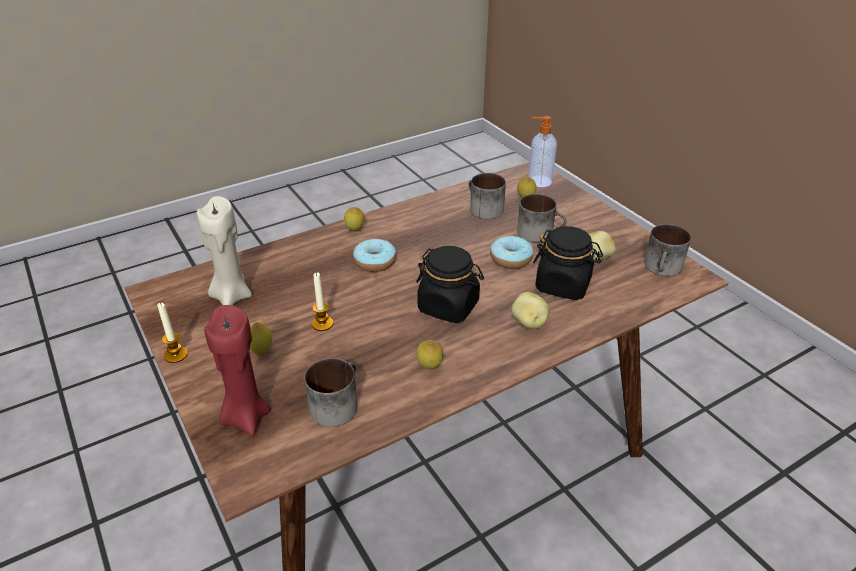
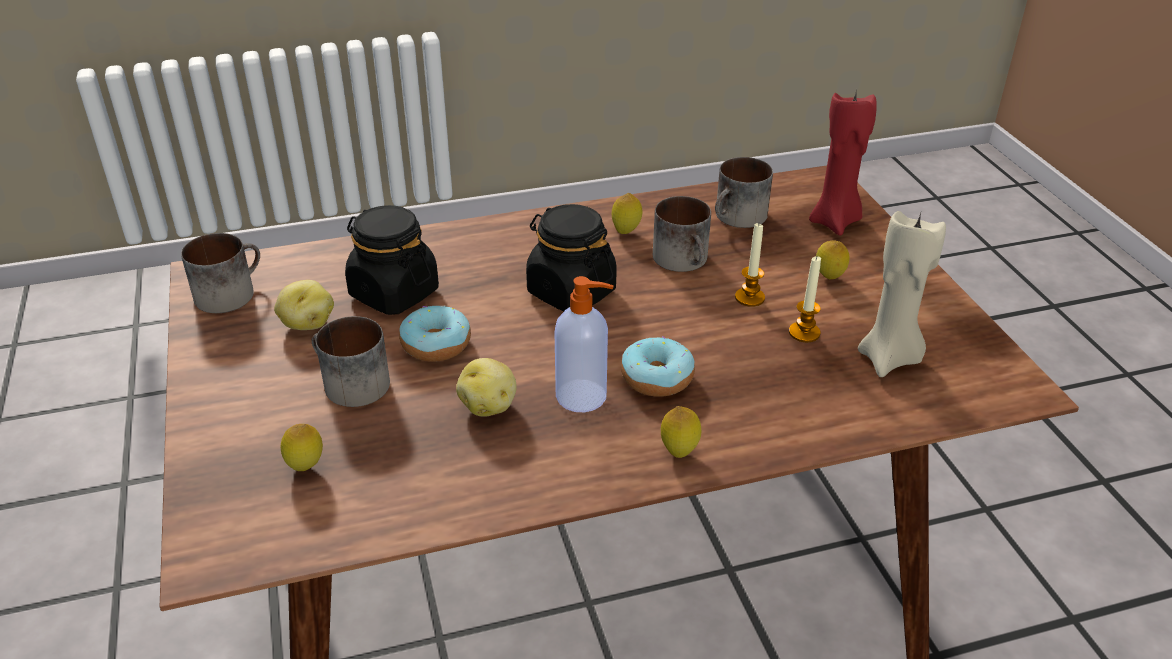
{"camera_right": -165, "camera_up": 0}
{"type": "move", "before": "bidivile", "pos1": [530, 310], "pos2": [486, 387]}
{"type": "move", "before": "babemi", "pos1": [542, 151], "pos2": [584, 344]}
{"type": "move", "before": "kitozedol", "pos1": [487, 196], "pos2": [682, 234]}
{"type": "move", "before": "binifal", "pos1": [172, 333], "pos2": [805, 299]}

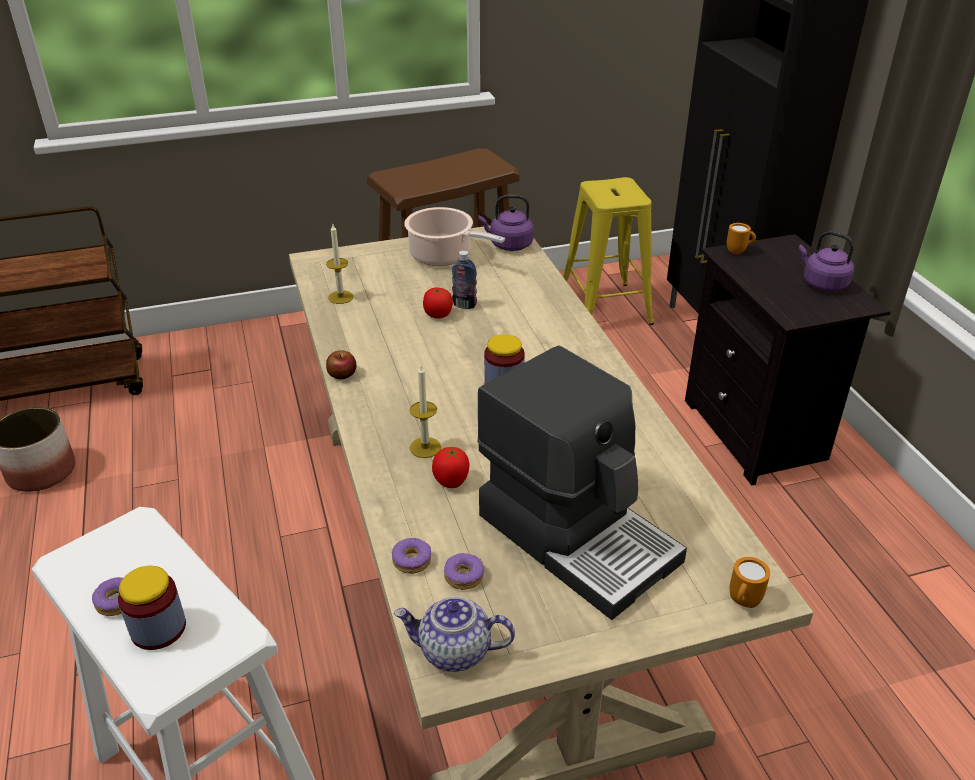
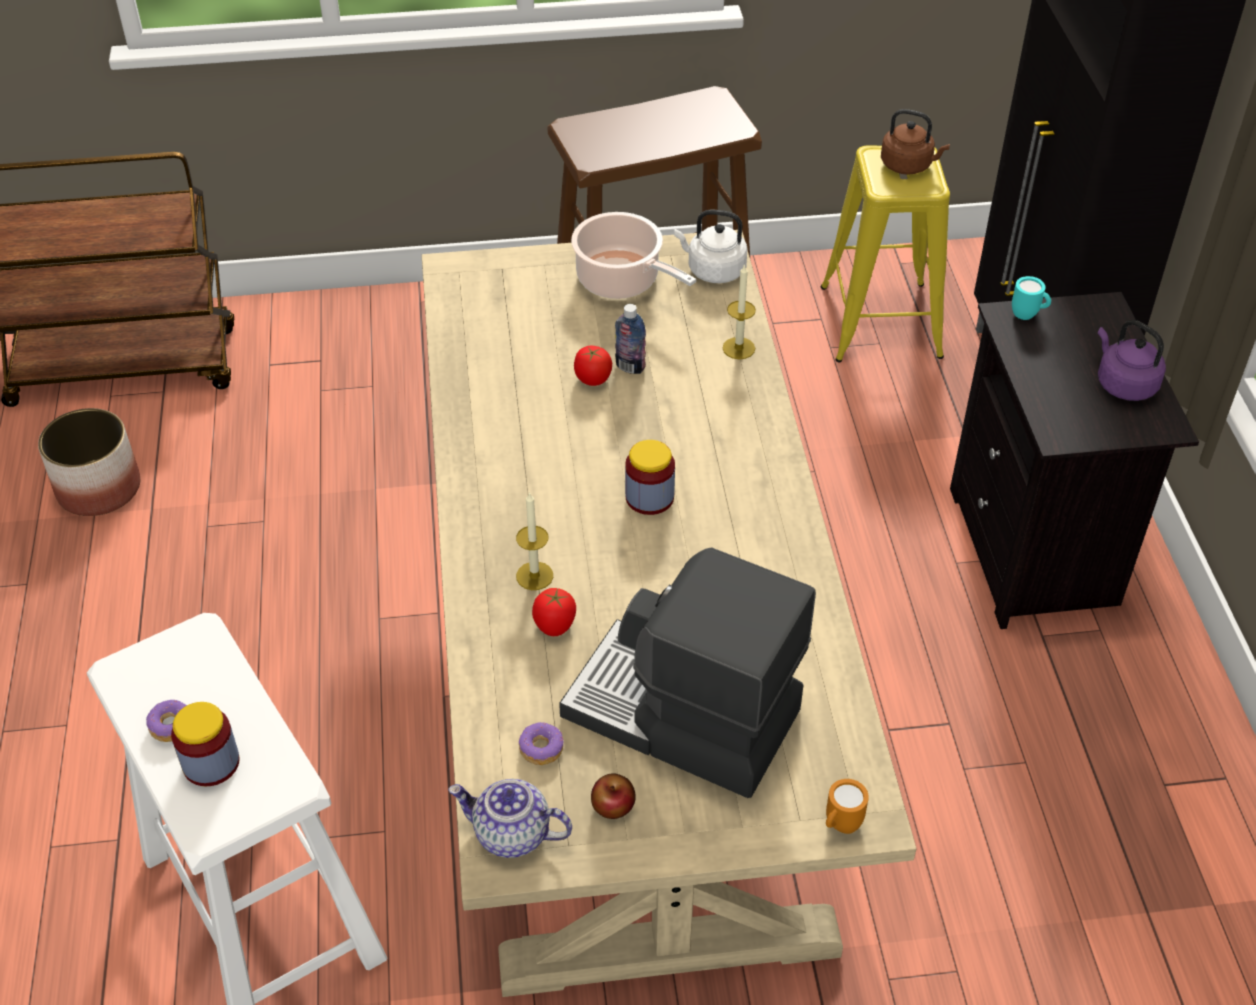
{"camera_right": 10, "camera_up": 10}
{"type": "rotate", "before": "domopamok", "pos1": [582, 482], "pos2": [687, 672], "turn": 150}
{"type": "move", "before": "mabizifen", "pos1": [341, 364], "pos2": [613, 796]}
{"type": "recolor", "before": "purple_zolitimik", "after": "white_zolitimik", "pos1": [506, 223], "pos2": [711, 246]}
{"type": "move", "before": "binifal", "pos1": [340, 264], "pos2": [739, 311]}
{"type": "insert", "after": "brown_zolitimik", "pos2": [915, 142]}
{"type": "recolor", "before": "orange_kitozedol", "after": "turquoise_kitozedol", "pos1": [741, 238], "pos2": [1031, 298]}
{"type": "delete", "before": "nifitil", "pos1": [411, 556]}

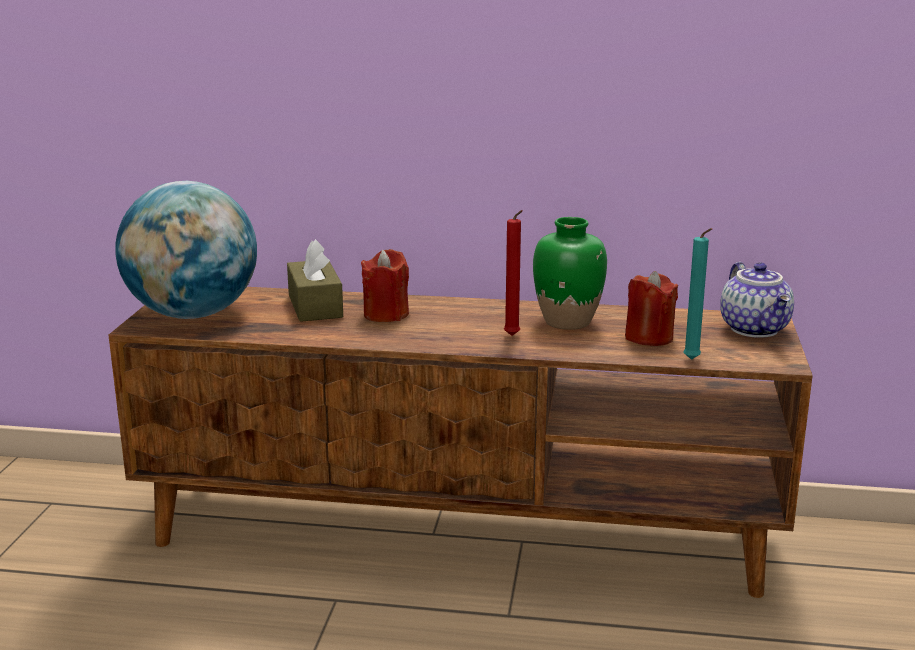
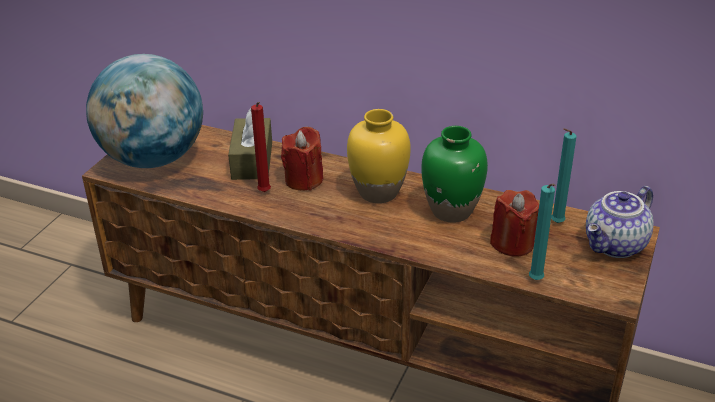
{"camera_right": 15, "camera_up": 15}
{"type": "move", "before": "red_binifal", "pos1": [513, 273], "pos2": [261, 147]}
{"type": "insert", "after": "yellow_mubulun", "pos2": [379, 156]}
{"type": "insert", "after": "turquoise_binifal", "pos2": [564, 175]}
{"type": "rotate", "before": "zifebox", "pos1": [757, 300], "pos2": [620, 222], "turn": 45}

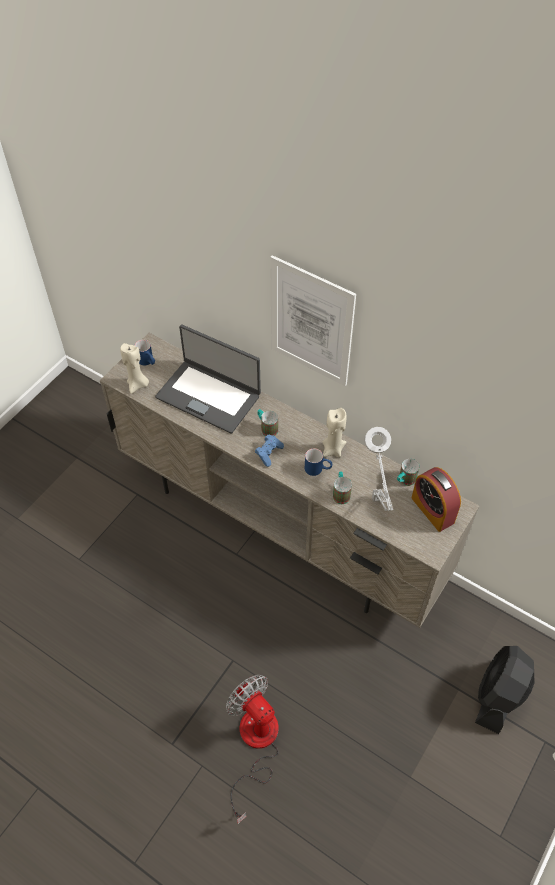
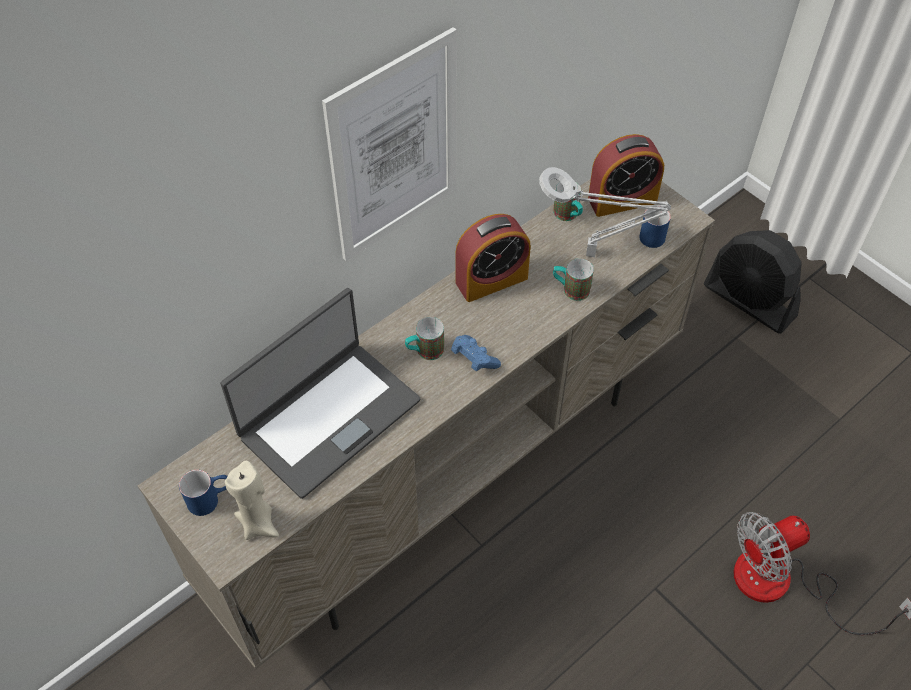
{"camera_right": -75, "camera_up": 0}
{"type": "replace", "before": "beige_binifal", "after": "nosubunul", "pos1": [335, 432], "pos2": [493, 258]}
{"type": "move", "before": "blue_kitozedol", "pos1": [318, 462], "pos2": [655, 228]}

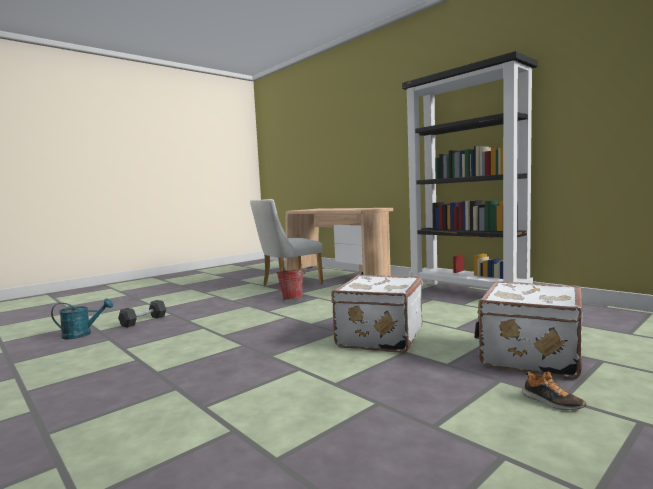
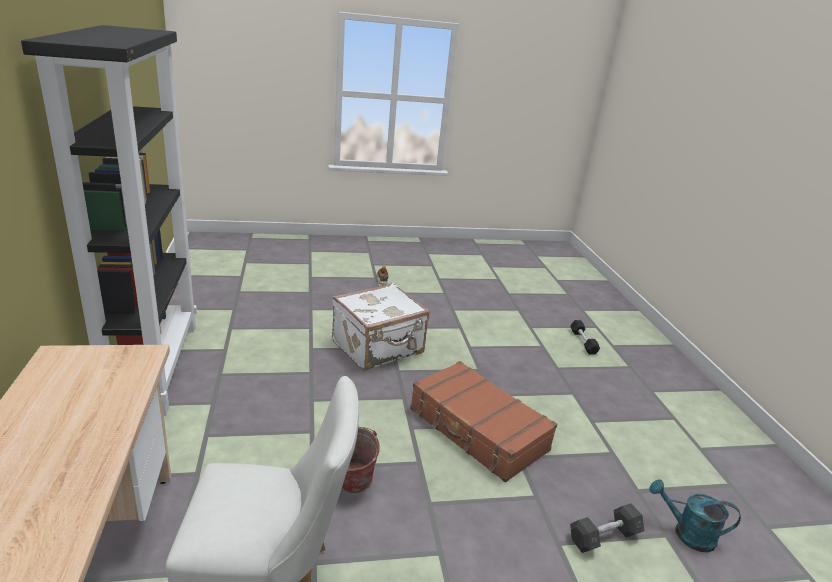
{"camera_right": -150, "camera_up": 20}
{"type": "insert", "after": "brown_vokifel", "pos2": [483, 421]}
{"type": "insert", "after": "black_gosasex", "pos2": [585, 337]}
{"type": "delete", "before": "white_vokifel", "pos1": [528, 330]}

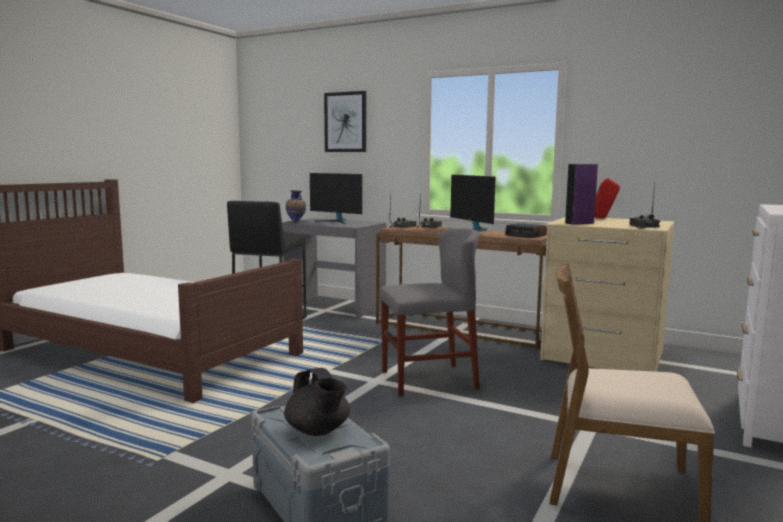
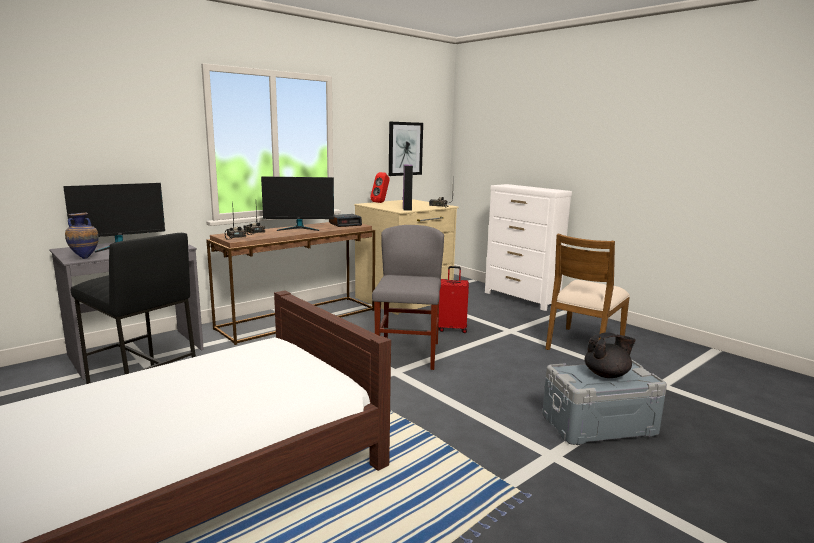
{"camera_right": -70, "camera_up": 5}
{"type": "move", "before": "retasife", "pos1": [345, 121], "pos2": [406, 149]}
{"type": "insert", "after": "red_vokifel", "pos2": [453, 299]}

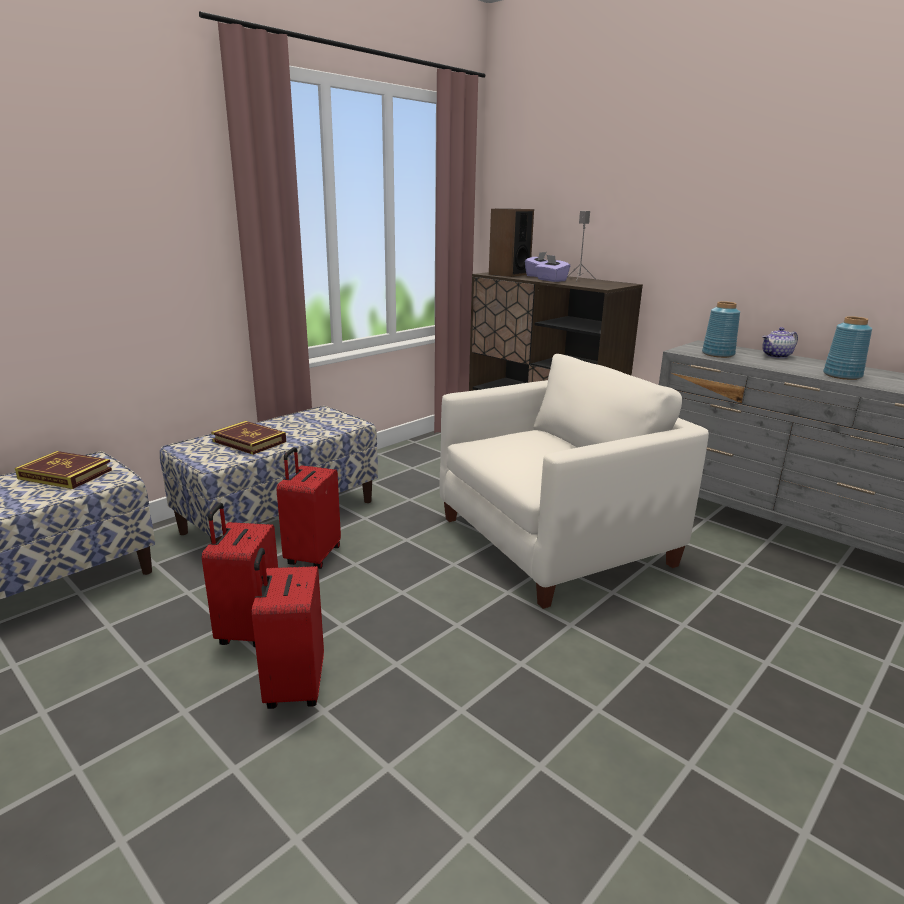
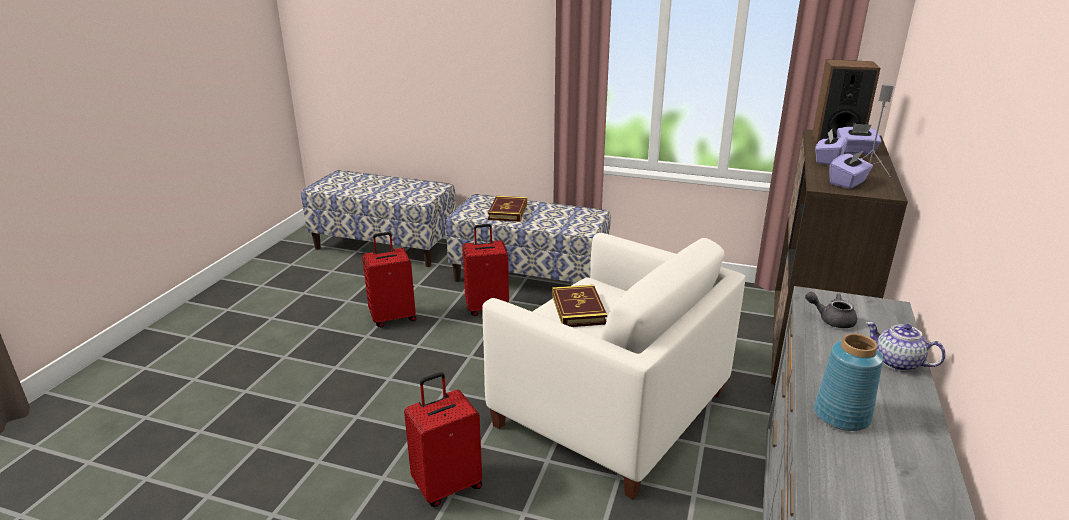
{"camera_right": 65, "camera_up": 5}
{"type": "move", "before": "red_vokifel", "pos1": [288, 628], "pos2": [443, 439]}
{"type": "move", "before": "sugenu", "pos1": [63, 470], "pos2": [579, 306]}
{"type": "replace", "before": "blue_mubulun", "after": "grey_zifebox", "pos1": [721, 329], "pos2": [831, 310]}
{"type": "insert", "after": "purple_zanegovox", "pos2": [851, 170]}

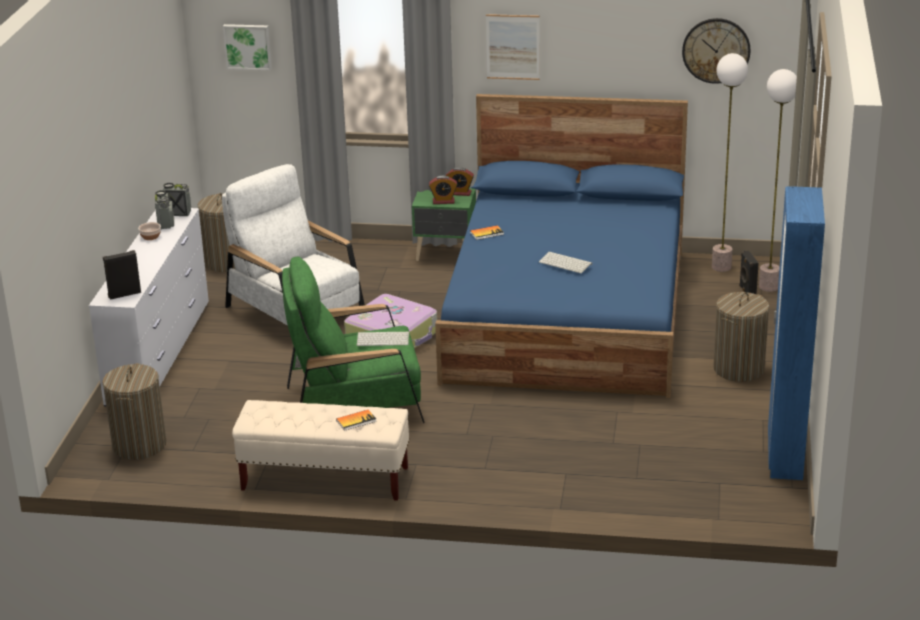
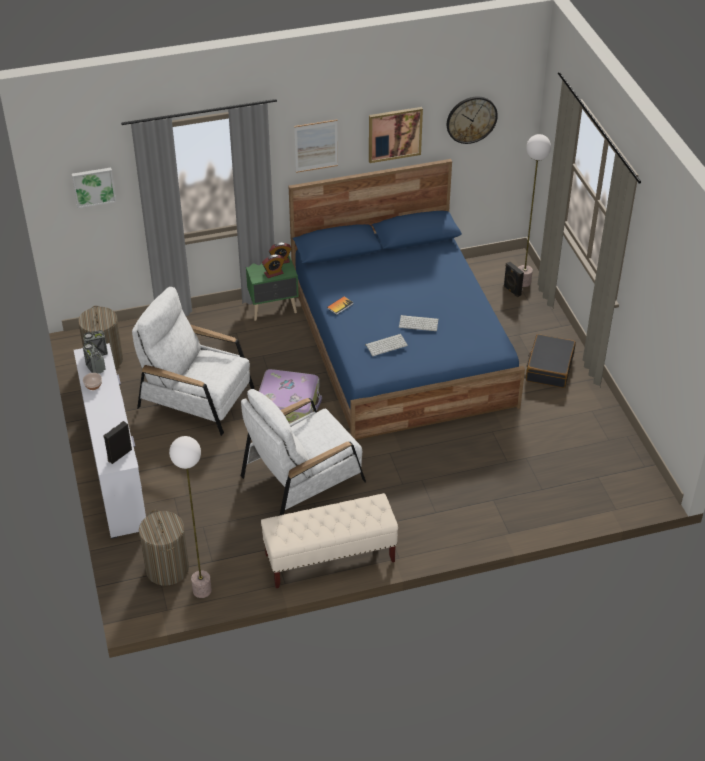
{"camera_right": -25, "camera_up": 15}
{"type": "move", "before": "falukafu", "pos1": [730, 162], "pos2": [190, 517]}
{"type": "recolor", "before": "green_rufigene", "after": "white_rufigene", "pos1": [353, 340], "pos2": [303, 452]}
{"type": "move", "before": "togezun", "pos1": [383, 339], "pos2": [386, 345]}
{"type": "insert", "after": "retasife", "pos2": [396, 135]}
{"type": "replace", "before": "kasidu", "after": "black_vokifel", "pos1": [741, 337], "pos2": [551, 361]}
{"type": "delete", "before": "sugenu", "pos1": [356, 420]}
{"type": "delete", "before": "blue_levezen", "pos1": [796, 333]}

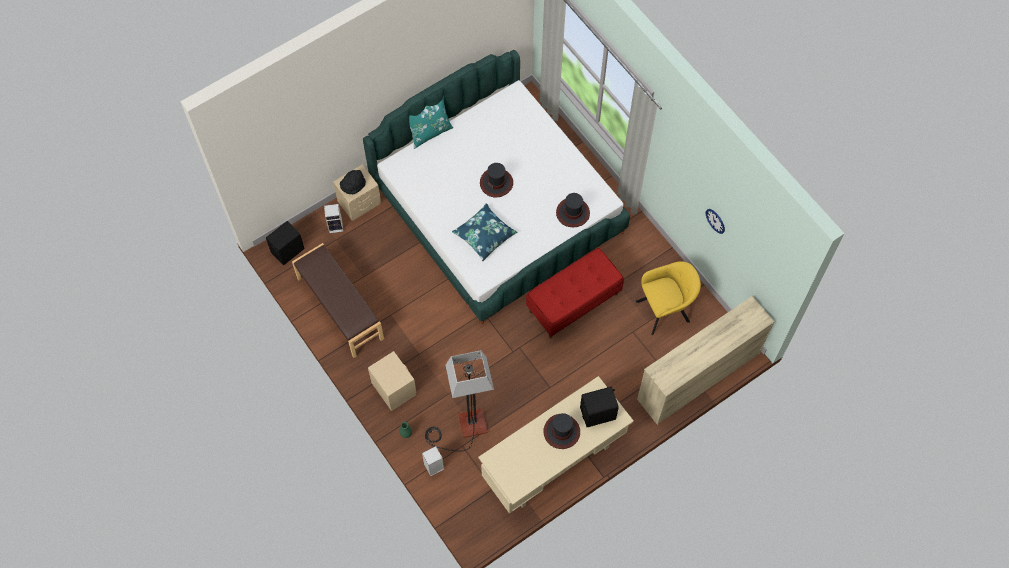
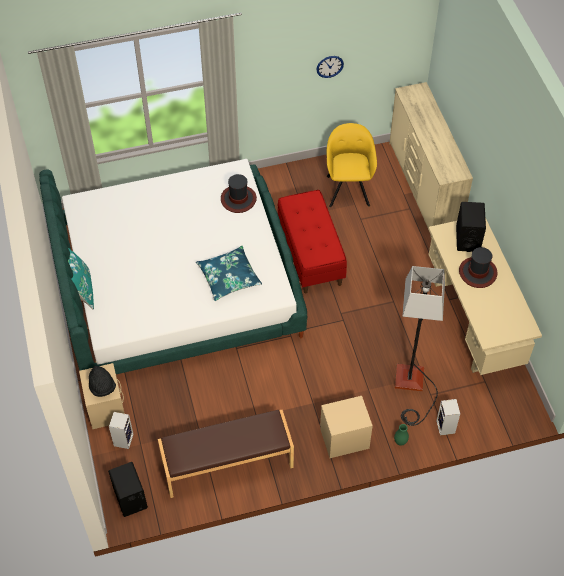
{"camera_right": -70, "camera_up": -10}
{"type": "delete", "before": "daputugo", "pos1": [496, 180]}

